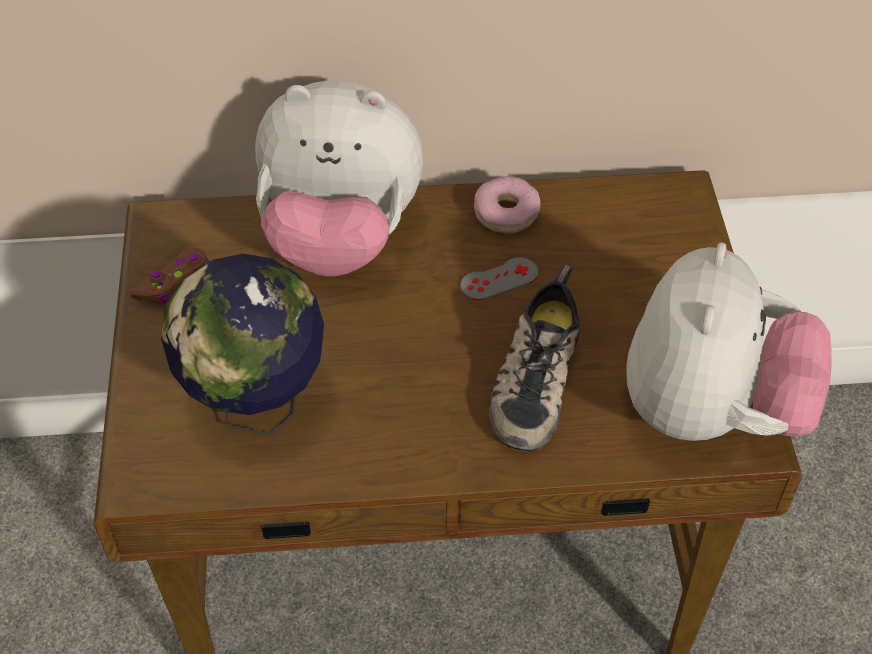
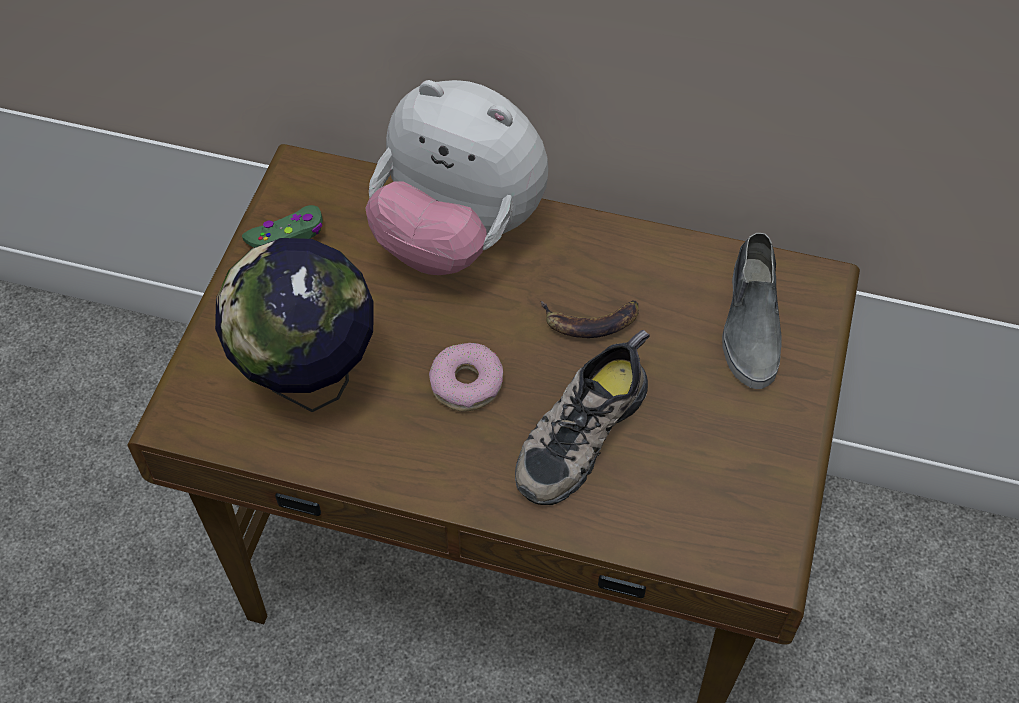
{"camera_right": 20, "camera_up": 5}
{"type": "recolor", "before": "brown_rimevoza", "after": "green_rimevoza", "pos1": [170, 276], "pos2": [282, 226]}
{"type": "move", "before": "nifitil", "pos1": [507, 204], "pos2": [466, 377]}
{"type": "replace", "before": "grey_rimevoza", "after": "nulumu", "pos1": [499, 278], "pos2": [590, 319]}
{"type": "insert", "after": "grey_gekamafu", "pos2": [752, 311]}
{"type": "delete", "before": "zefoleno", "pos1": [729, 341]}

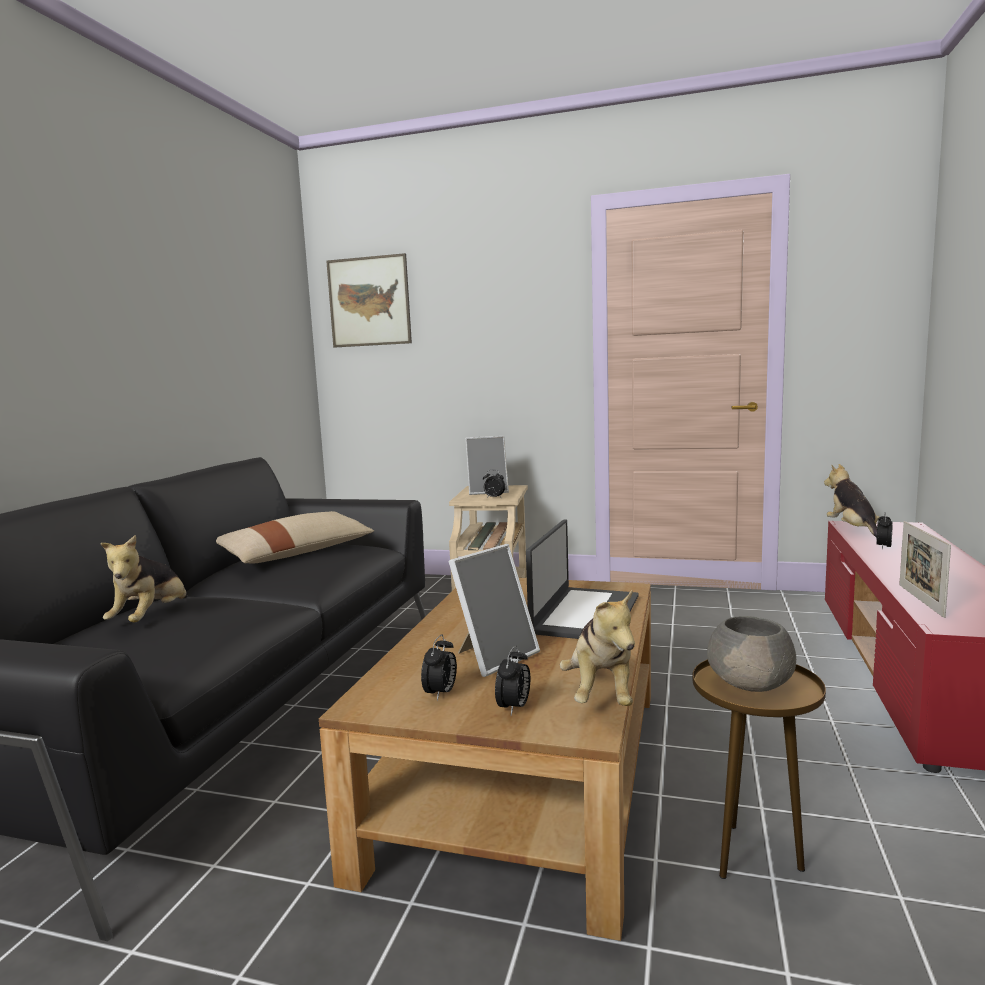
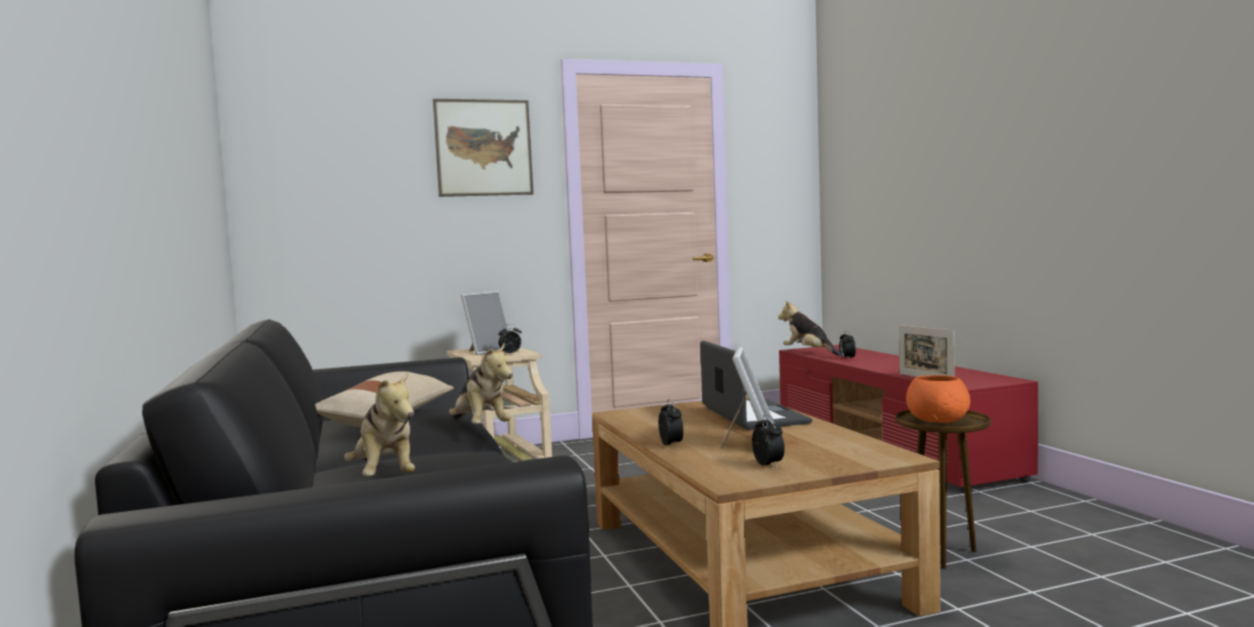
{"camera_right": -35, "camera_up": -5}
{"type": "move", "before": "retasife", "pos1": [369, 300], "pos2": [483, 148]}
{"type": "move", "before": "zefoleno", "pos1": [597, 648], "pos2": [481, 383]}
{"type": "move", "before": "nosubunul", "pos1": [512, 681], "pos2": [671, 423]}
{"type": "recolor", "before": "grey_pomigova", "after": "orange_pomigova", "pos1": [751, 654], "pos2": [938, 399]}

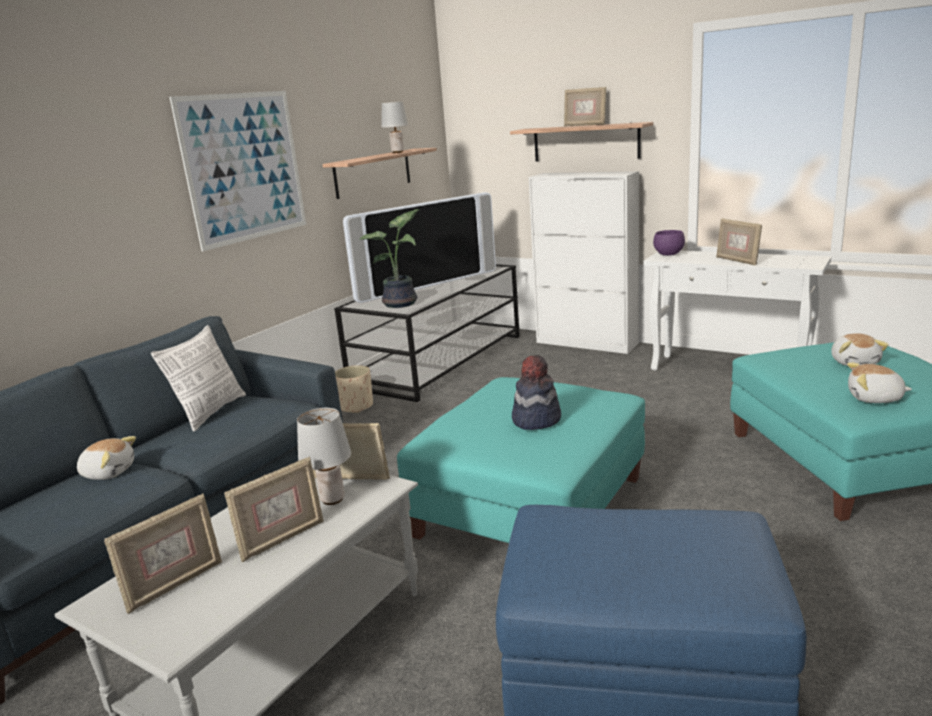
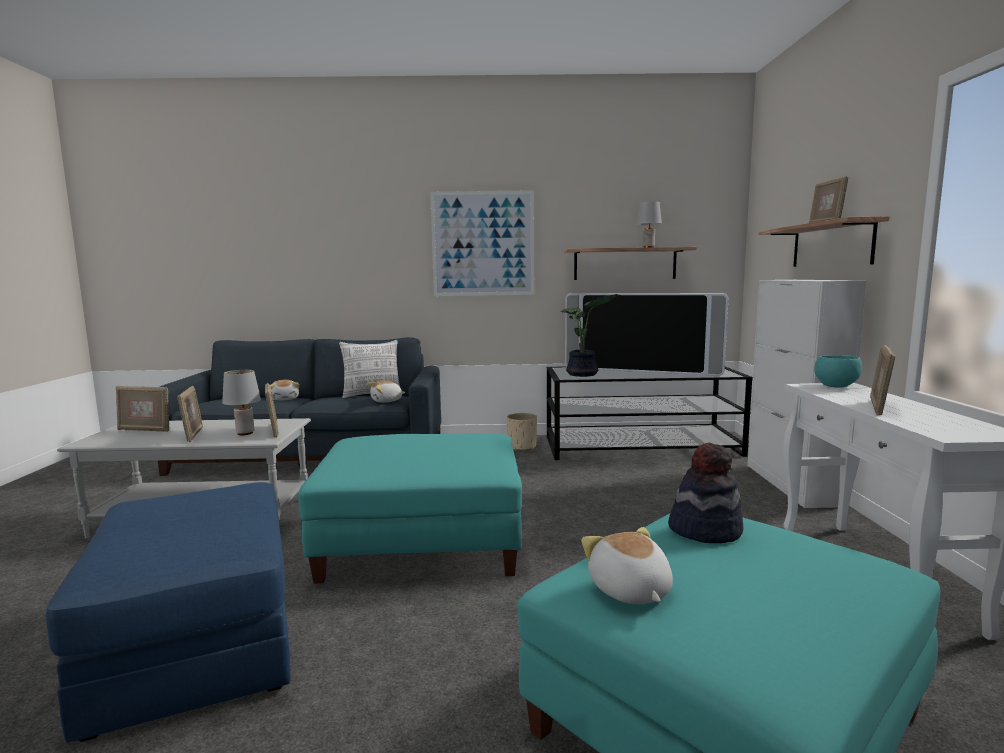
{"camera_right": 55, "camera_up": -10}
{"type": "rotate", "before": "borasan", "pos1": [274, 509], "pos2": [190, 413], "turn": -120}
{"type": "move", "before": "zefoleno", "pos1": [860, 349], "pos2": [386, 391]}
{"type": "move", "before": "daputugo", "pos1": [536, 392], "pos2": [705, 493]}
{"type": "recolor", "before": "purple_pomigova", "after": "turquoise_pomigova", "pos1": [669, 243], "pos2": [838, 371]}

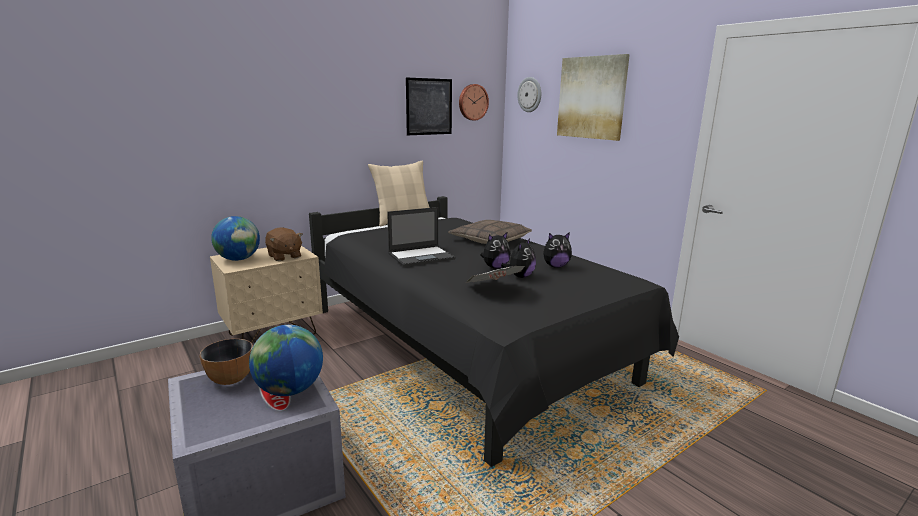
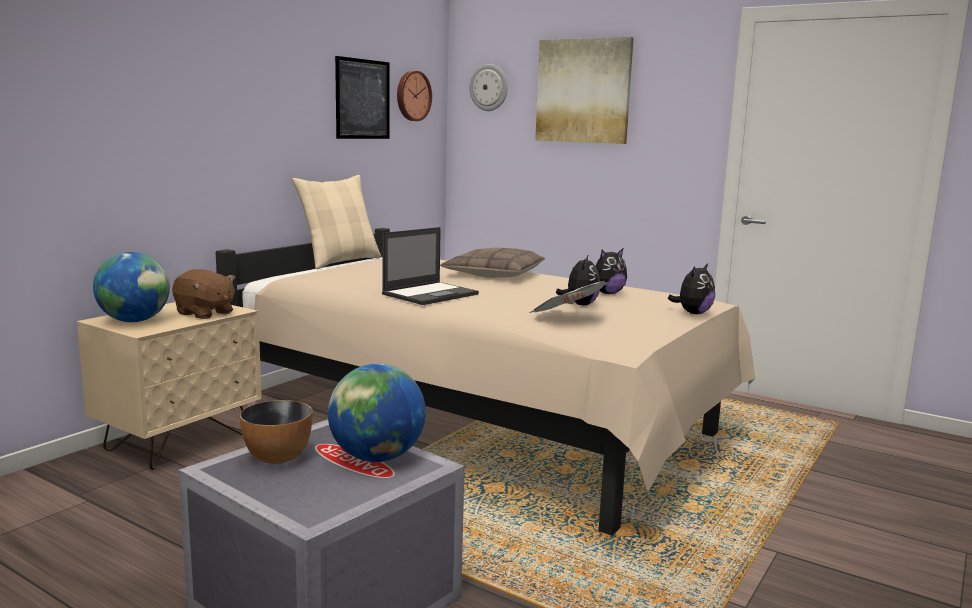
{"camera_right": -20, "camera_up": -5}
{"type": "recolor", "before": "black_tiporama", "after": "beige_tiporama", "pos1": [494, 331], "pos2": [485, 381]}
{"type": "move", "before": "zefoleno", "pos1": [495, 250], "pos2": [691, 288]}

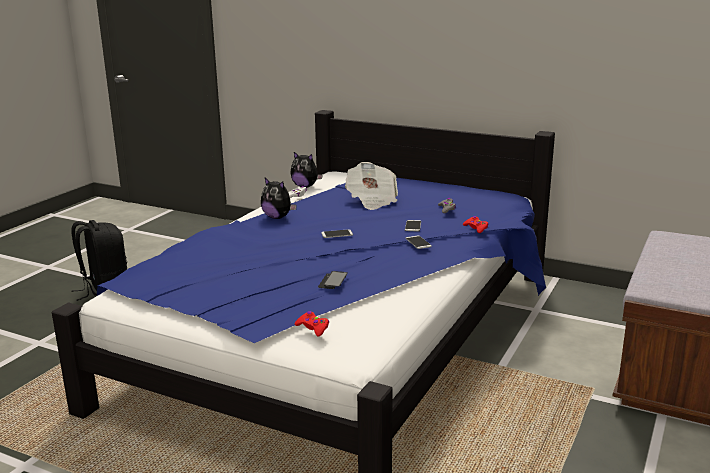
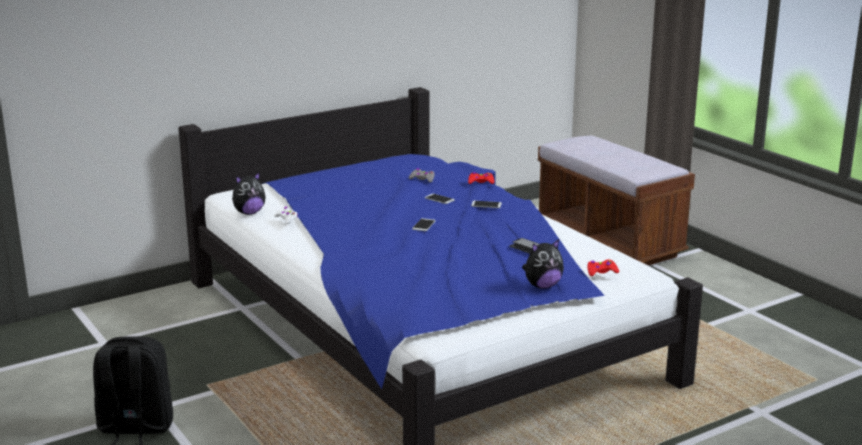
{"camera_right": -60, "camera_up": 0}
{"type": "move", "before": "zefoleno", "pos1": [279, 198], "pos2": [543, 264]}
{"type": "delete", "before": "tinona", "pos1": [371, 186]}

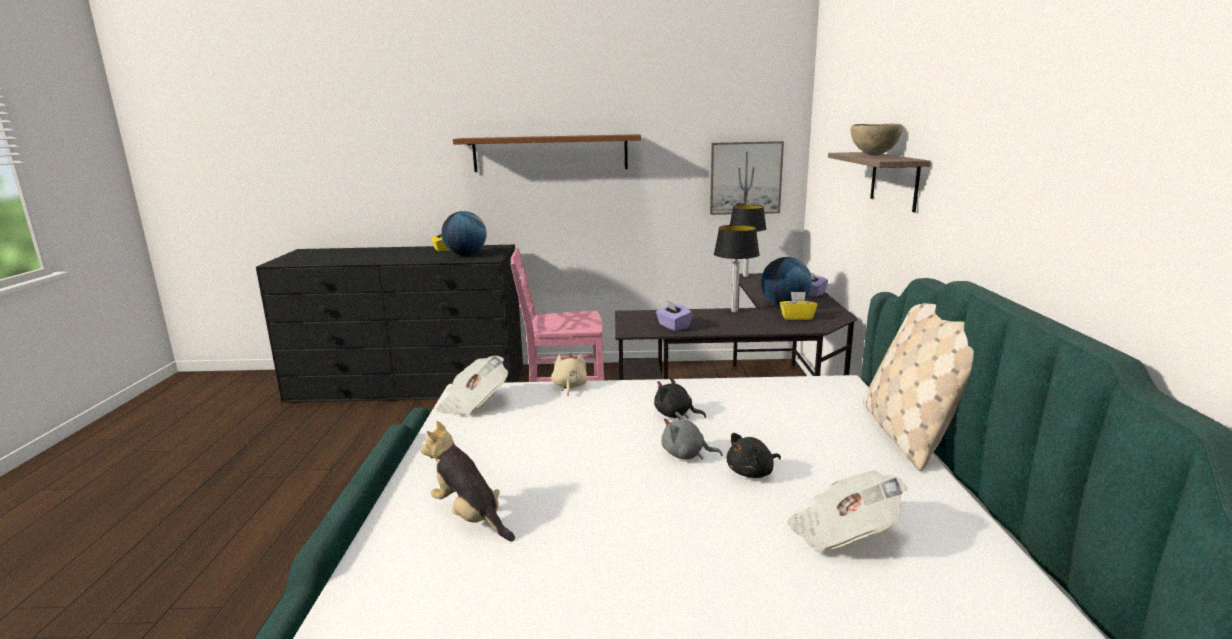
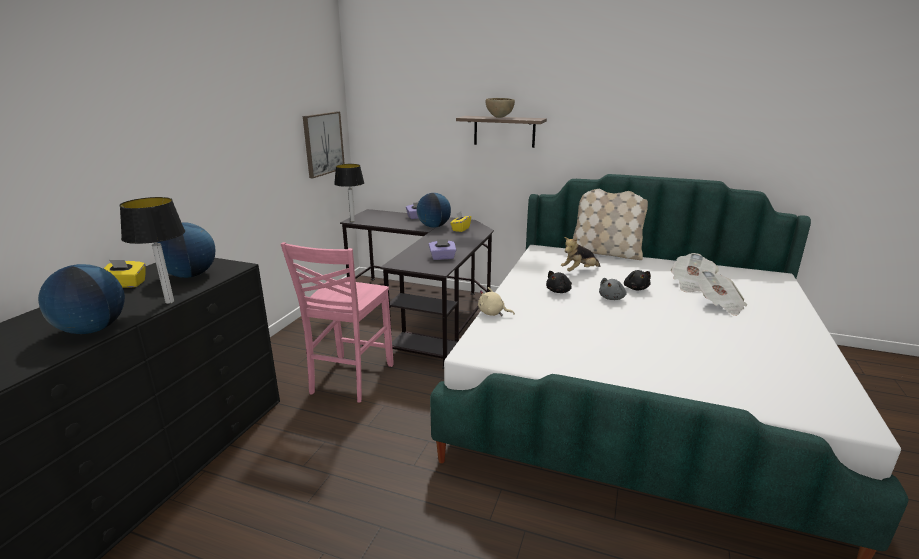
{"camera_right": -70, "camera_up": 5}
{"type": "insert", "after": "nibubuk", "pos2": [81, 299]}
{"type": "move", "before": "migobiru", "pos1": [737, 268], "pos2": [152, 250]}
{"type": "move", "before": "zefoleno", "pos1": [467, 481], "pos2": [580, 254]}
{"type": "move", "before": "tinona", "pos1": [472, 385], "pos2": [722, 293]}
{"type": "delete", "before": "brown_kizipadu", "pos1": [547, 153]}

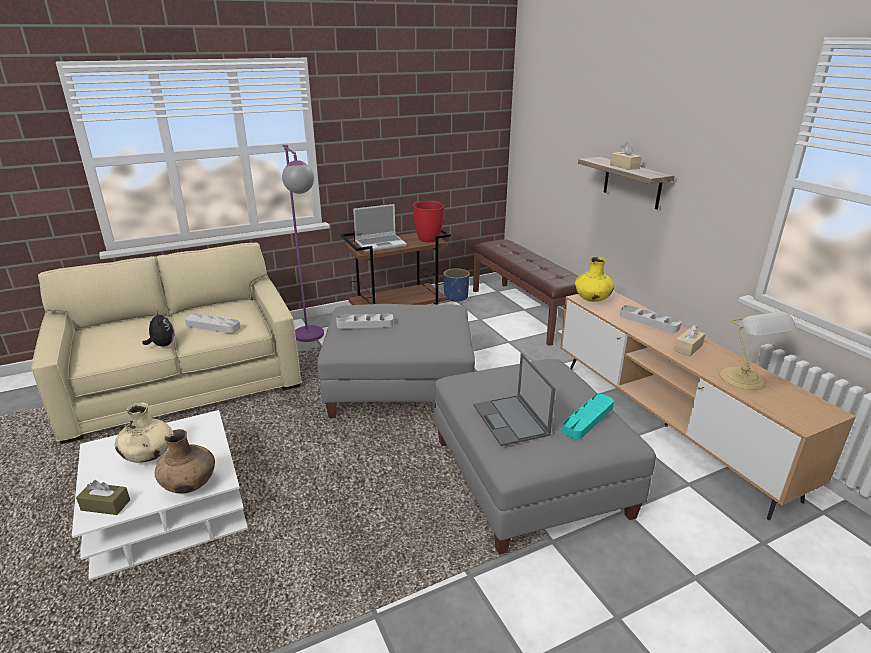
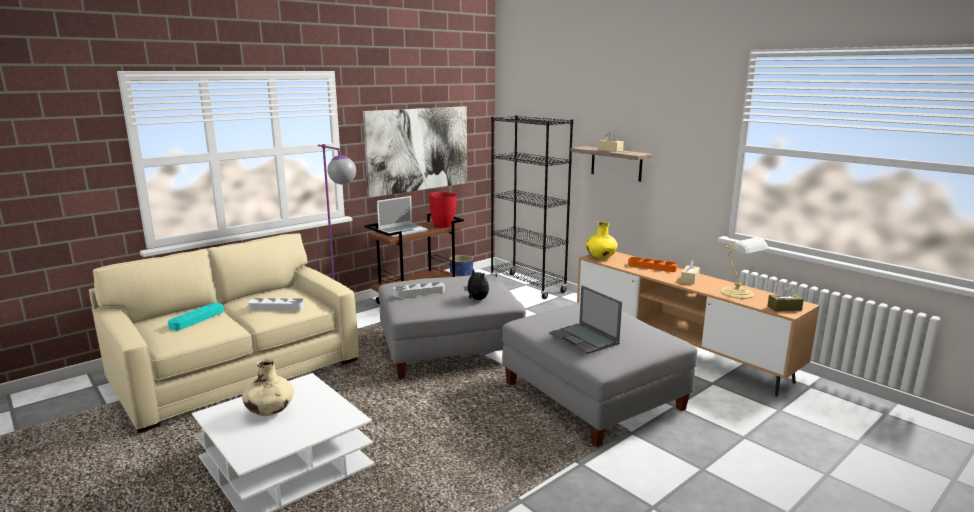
{"camera_right": -15, "camera_up": -10}
{"type": "move", "before": "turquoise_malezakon", "pos1": [588, 417], "pos2": [196, 317]}
{"type": "insert", "after": "retasife", "pos2": [415, 152]}
{"type": "move", "before": "zefoleno", "pos1": [158, 328], "pos2": [476, 284]}
{"type": "replace", "before": "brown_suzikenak", "after": "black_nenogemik", "pos1": [526, 292], "pos2": [531, 207]}
{"type": "recolor", "before": "grey_malezakon", "after": "orange_malezakon", "pos1": [651, 319], "pos2": [653, 264]}
{"type": "move", "before": "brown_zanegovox", "pos1": [103, 497], "pos2": [785, 299]}
{"type": "delete", "before": "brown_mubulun", "pos1": [185, 461]}

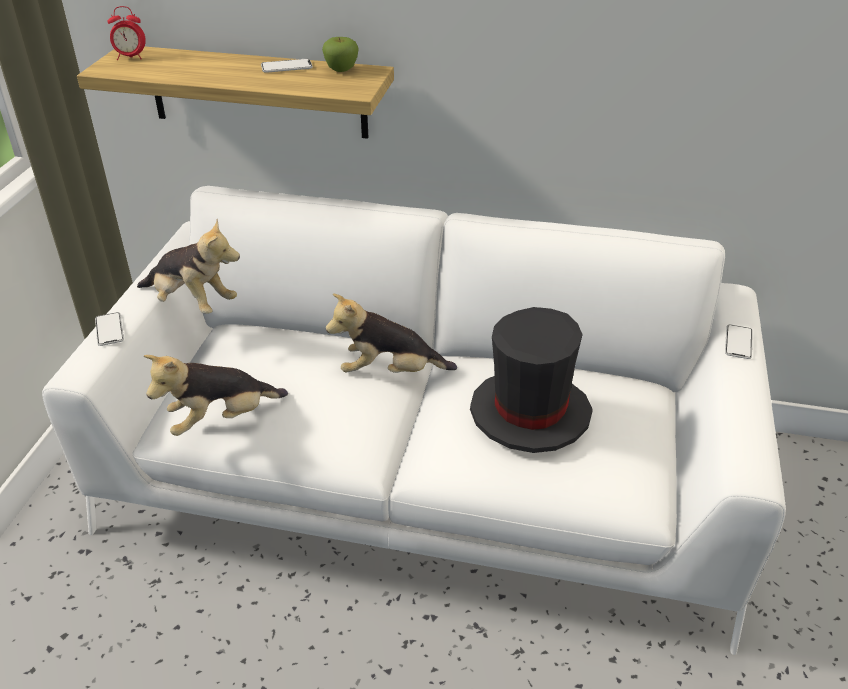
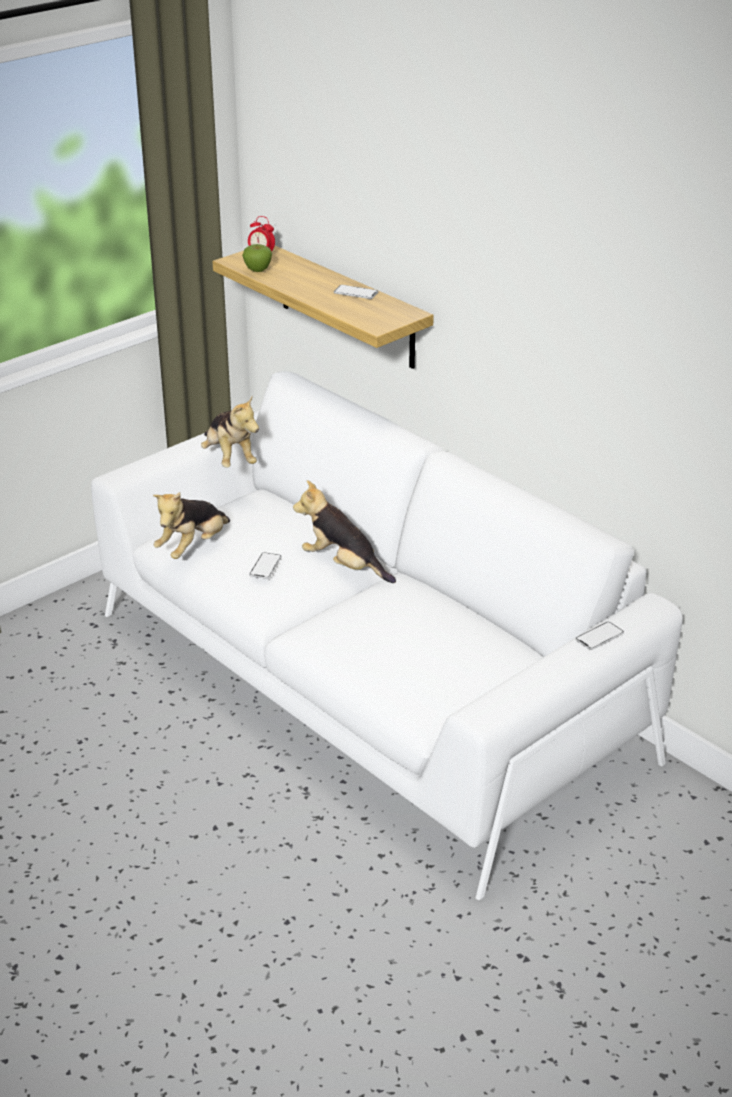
{"camera_right": 35, "camera_up": -5}
{"type": "rotate", "before": "zefoleno", "pos1": [216, 395], "pos2": [191, 525], "turn": -60}
{"type": "move", "before": "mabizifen", "pos1": [340, 54], "pos2": [257, 258]}
{"type": "move", "before": "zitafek", "pos1": [109, 329], "pos2": [265, 565]}
{"type": "delete", "before": "black_daputugo", "pos1": [531, 380]}

